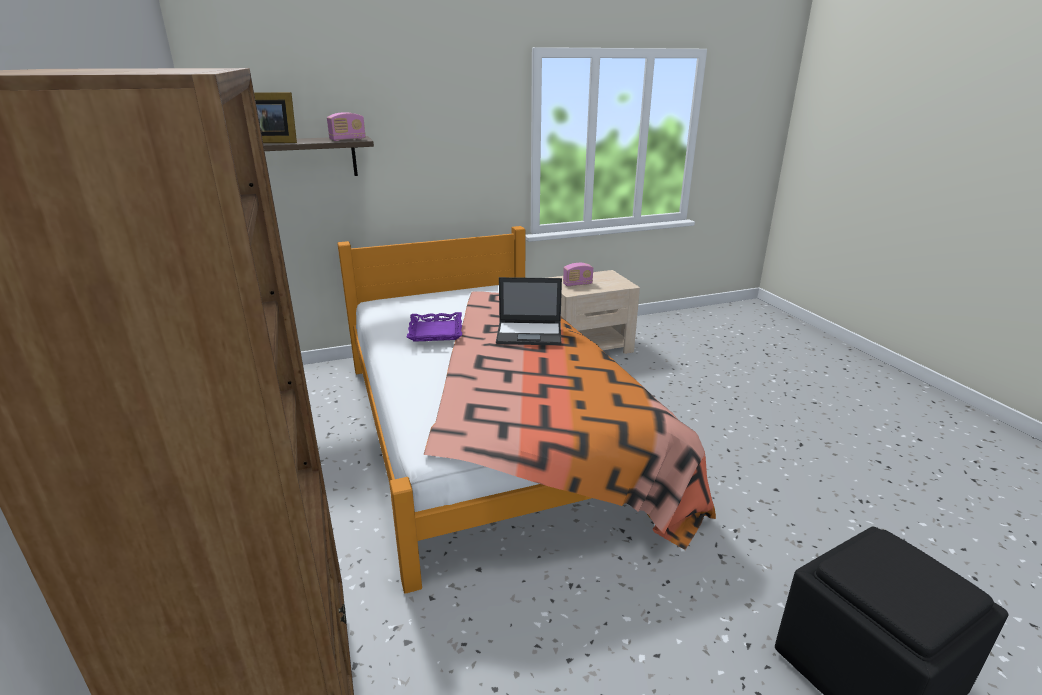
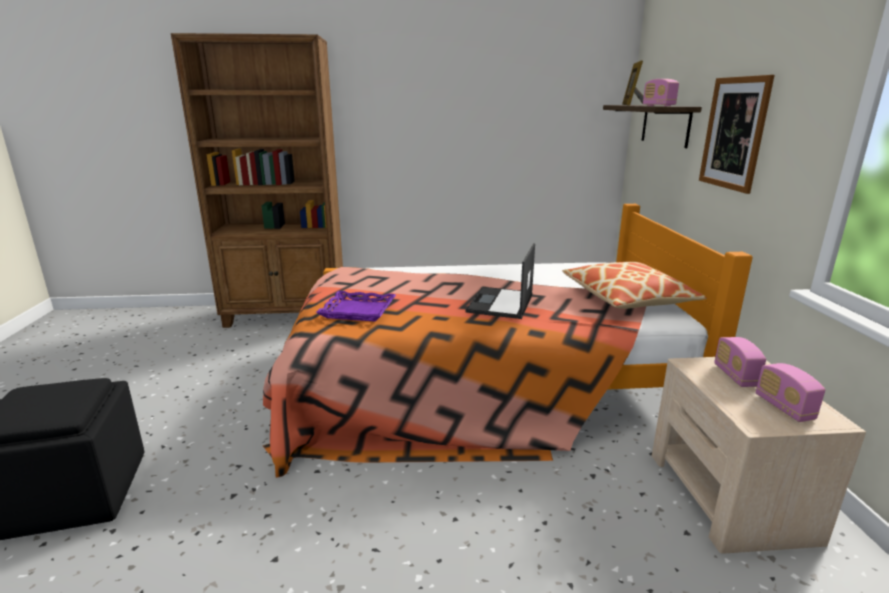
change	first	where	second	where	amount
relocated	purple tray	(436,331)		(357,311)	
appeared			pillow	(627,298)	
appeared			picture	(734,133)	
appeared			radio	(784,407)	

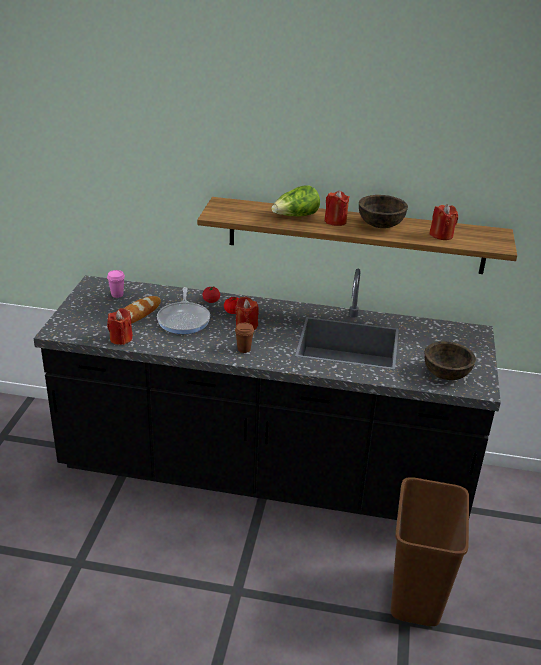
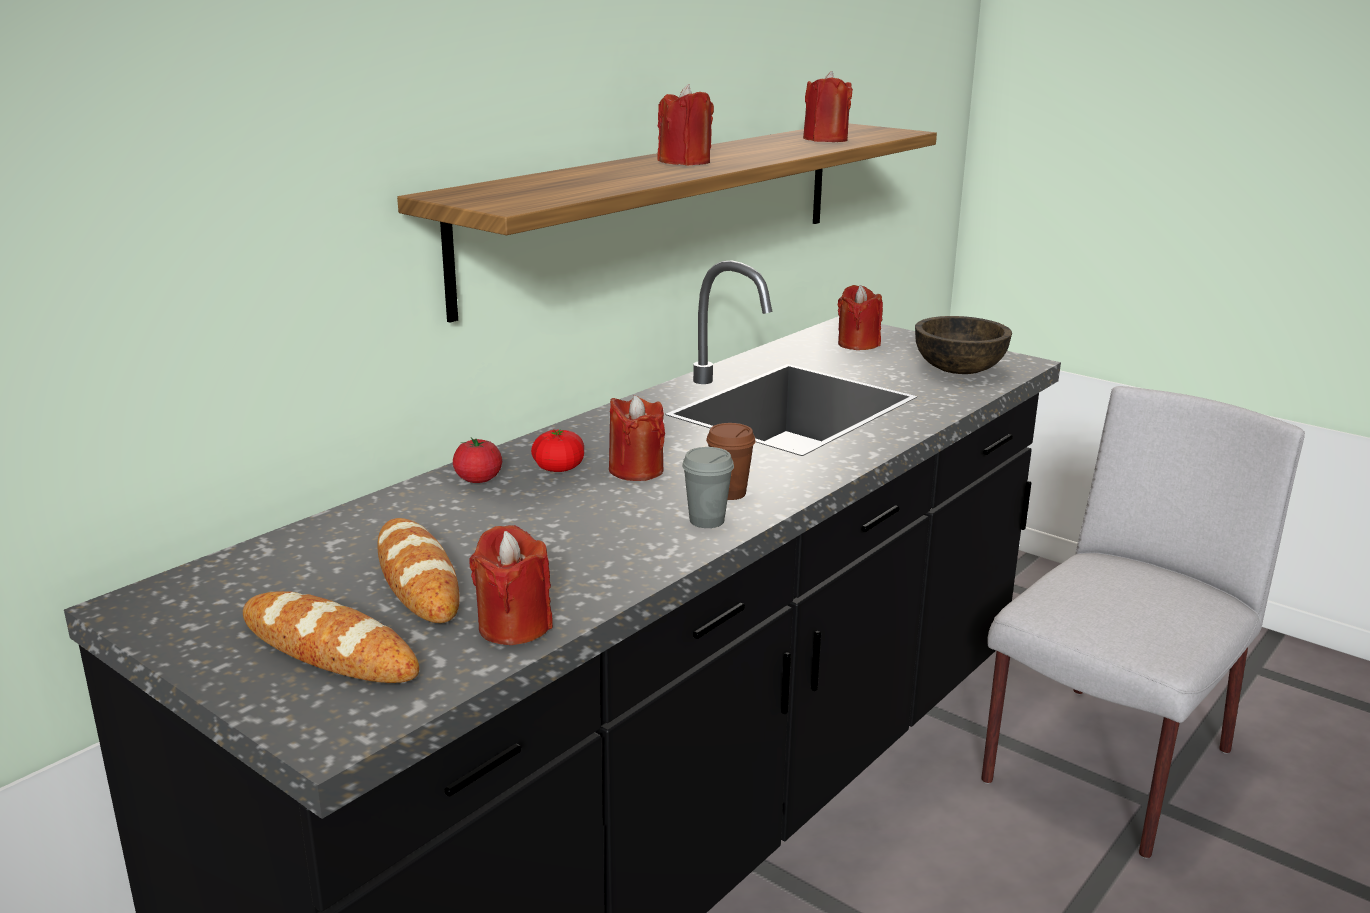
change	first	where	second	where	amount
appeared			bread	(328,649)	
appeared			grey cup	(707,521)	
appeared			red candle	(858,344)	
exchanged	brown trash can	(417,597)	grey chair	(1106,769)	
missing	pink cup	(117,294)			
missing	frying pan	(184,319)			
missing	lettuce	(296,216)			
missing	brown bowl	(380,225)			

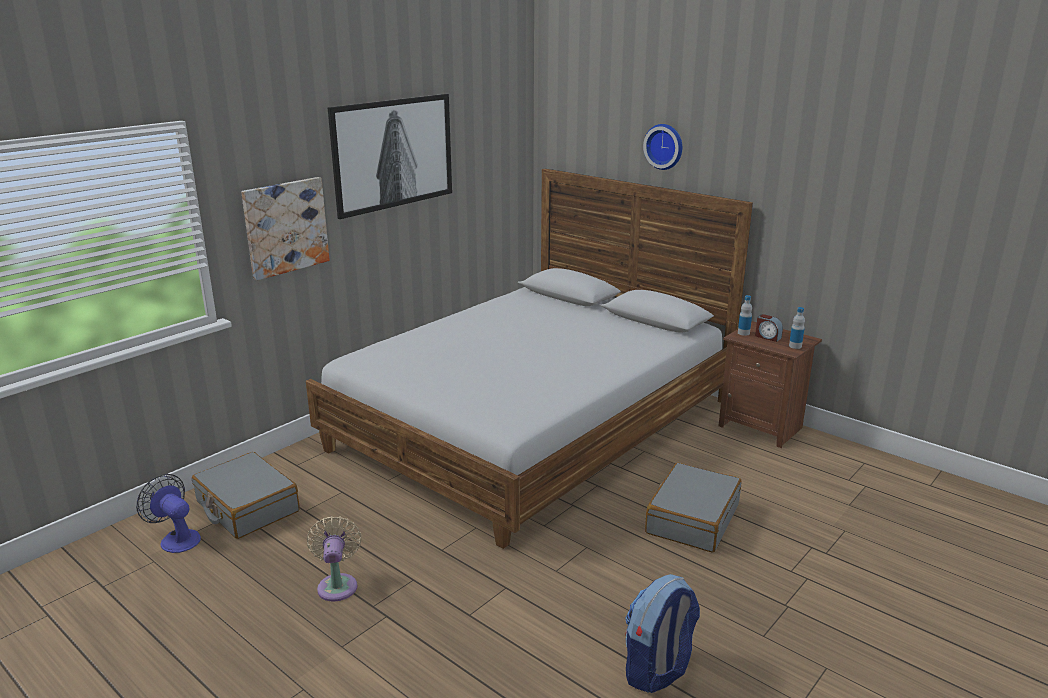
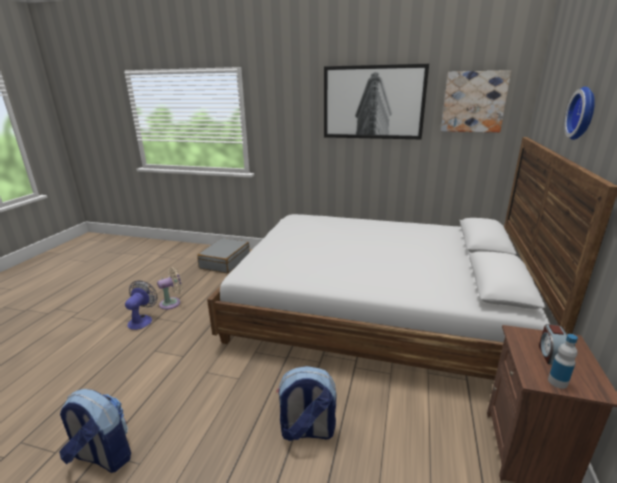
change	first	where	second	where	amount
relocated	fan	(176,538)		(142,319)	
exchanged	grey suitcase	(692,519)	backpack	(307,430)	
relocated	picture	(285,227)		(473,102)	
missing	bottle	(743,333)			

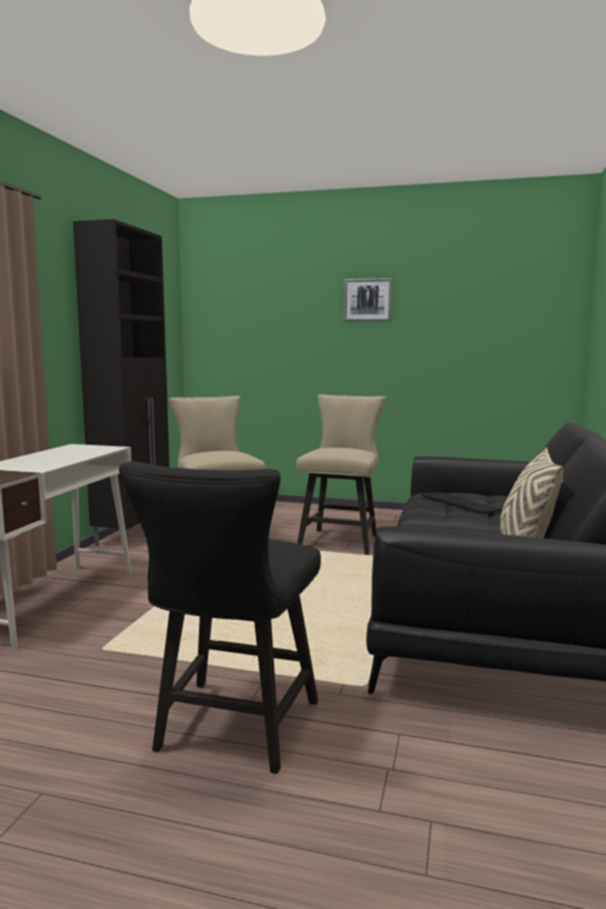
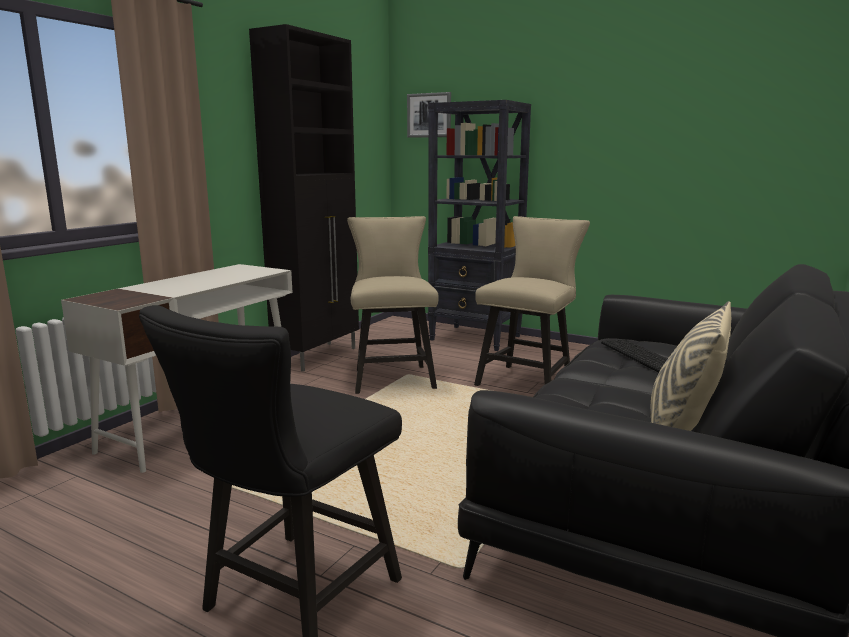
change	first	where	second	where	amount
relocated	picture	(367,300)		(429,115)	
appeared			black bookcase	(476,338)	

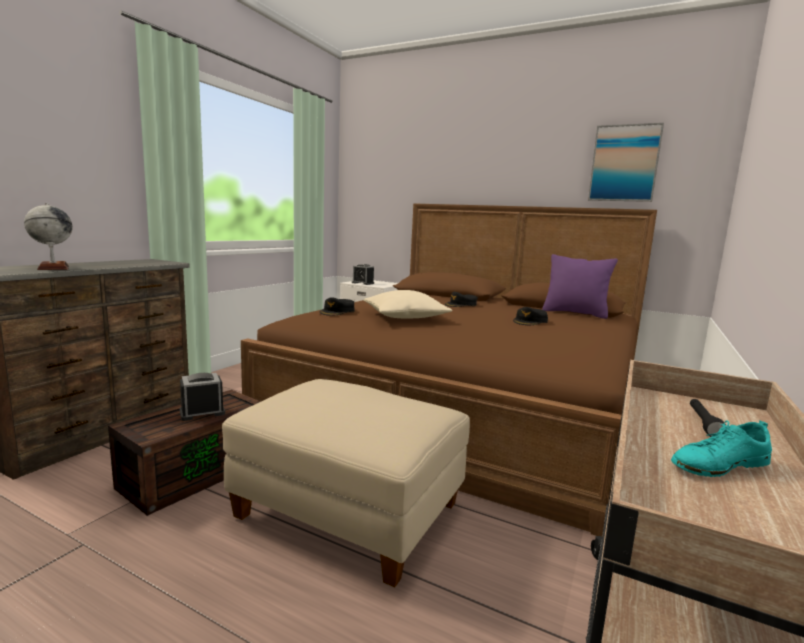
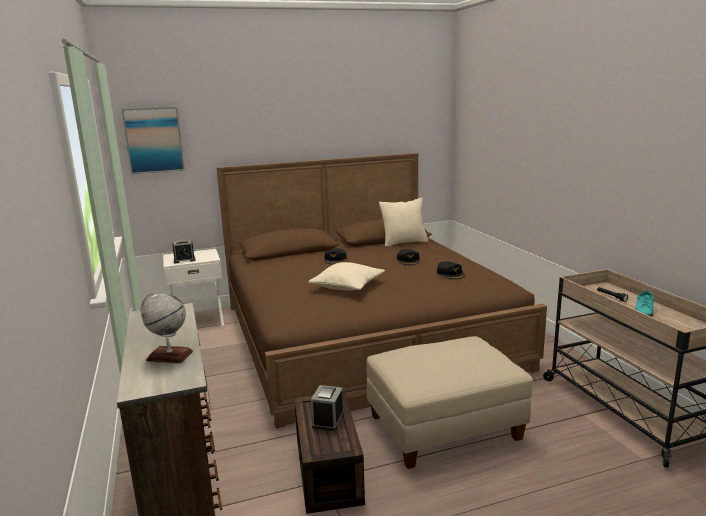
change	first	where	second	where	amount
relocated	picture	(624,163)		(154,140)	
colour	purple pillow	(575,313)	beige pillow	(404,242)	
relocated	black cap	(337,312)		(450,273)	

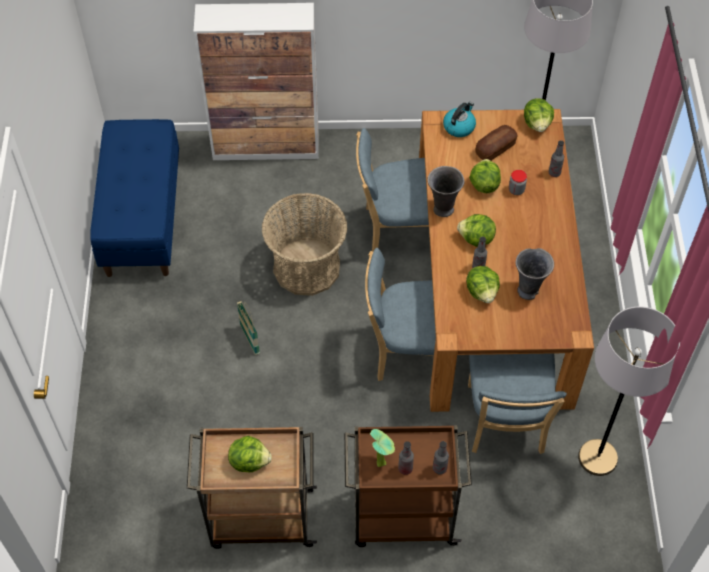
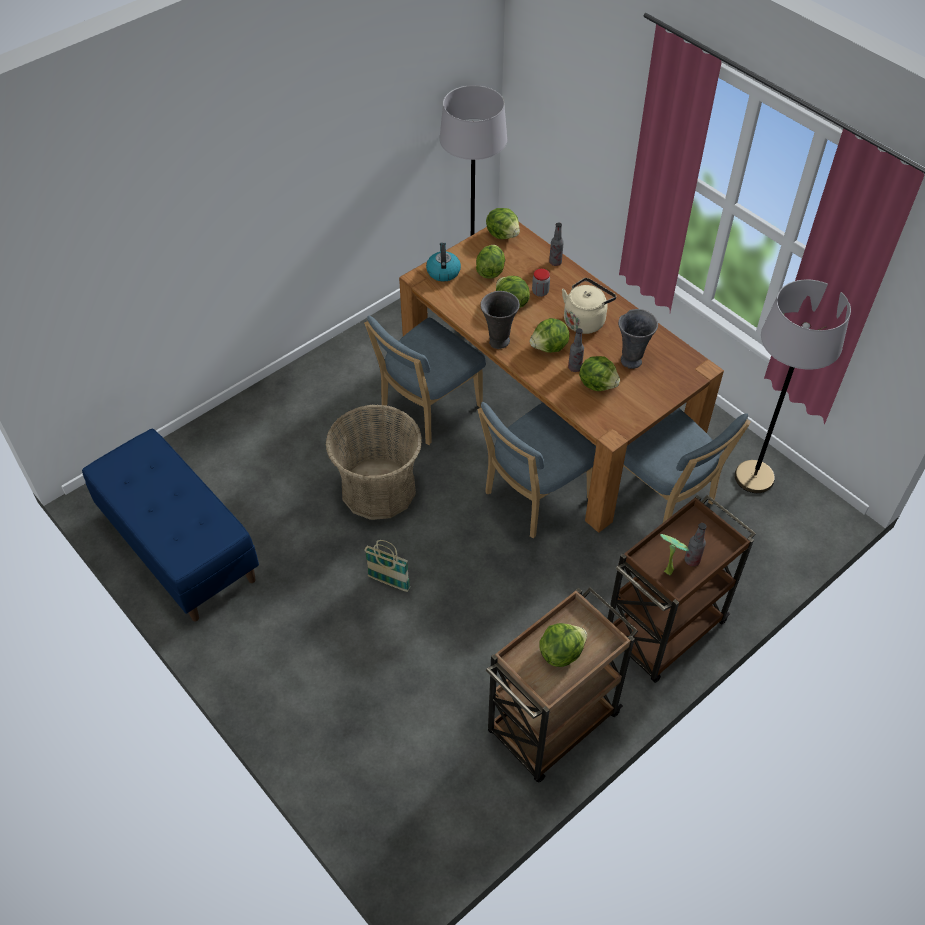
change	first	where	second	where	amount
exchanged	bread	(495,148)	lettuce	(490,271)	
appeared			beige kettle	(585,320)	
missing	cabinet	(266,146)			
missing	bottle	(439,468)			

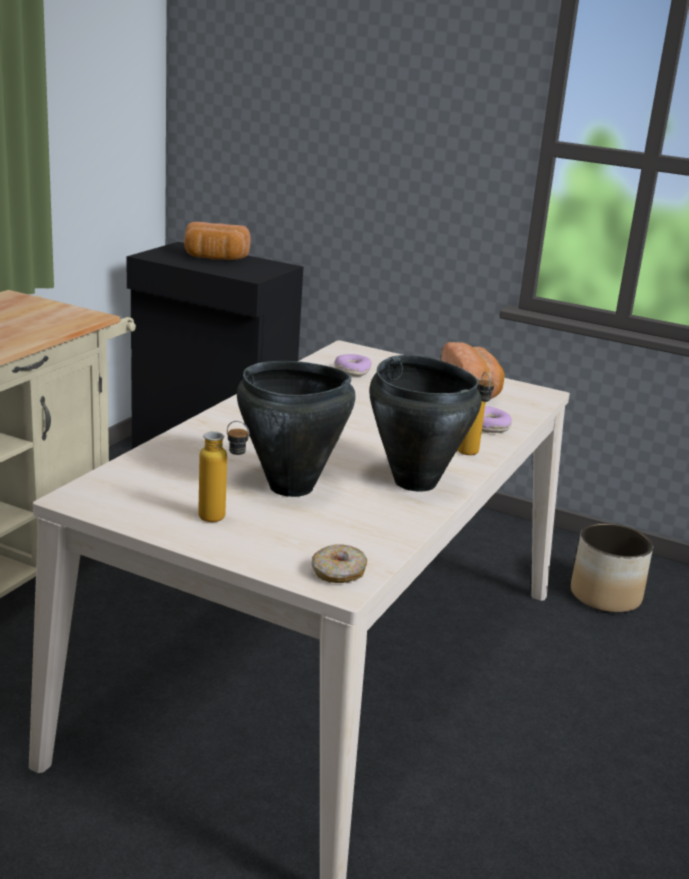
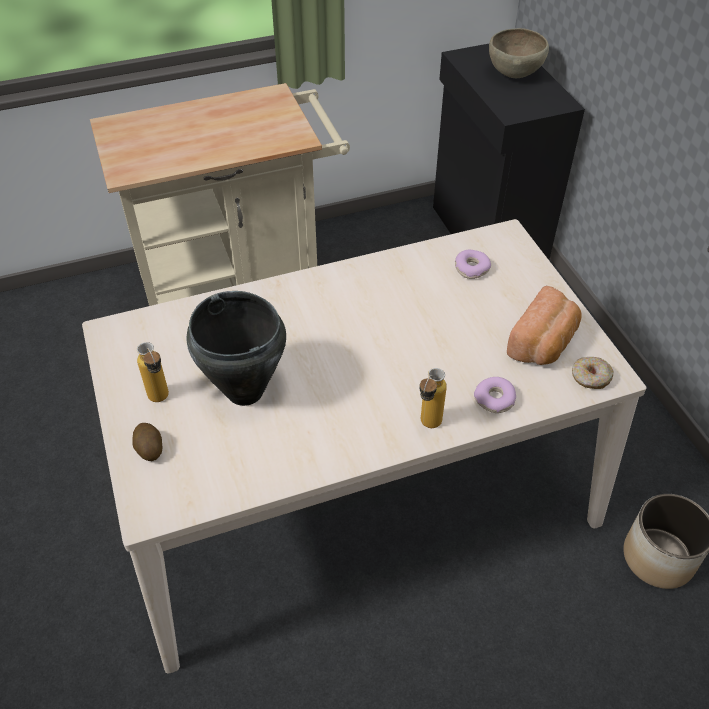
change	first	where	second	where	amount
appeared			potato	(149,448)	
exchanged	bread	(215,258)	brown bowl	(514,75)	
relocated	donut	(338,573)		(590,378)	
missing	black cooking pot	(415,481)			

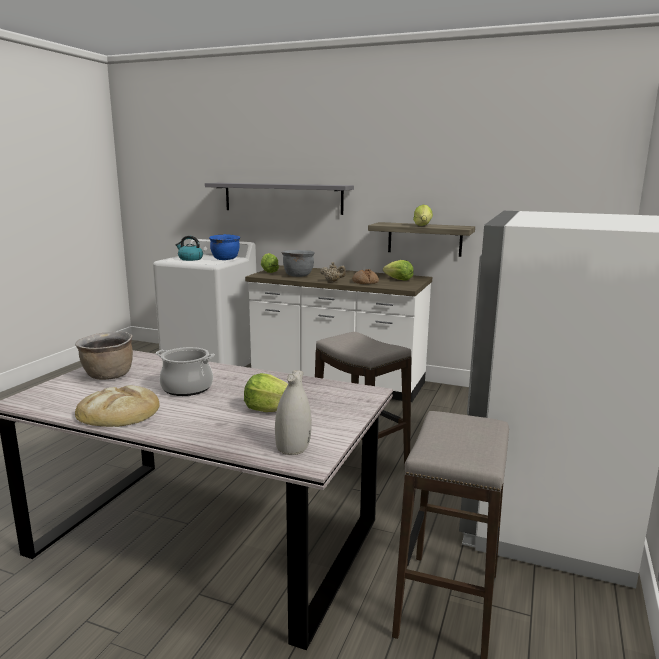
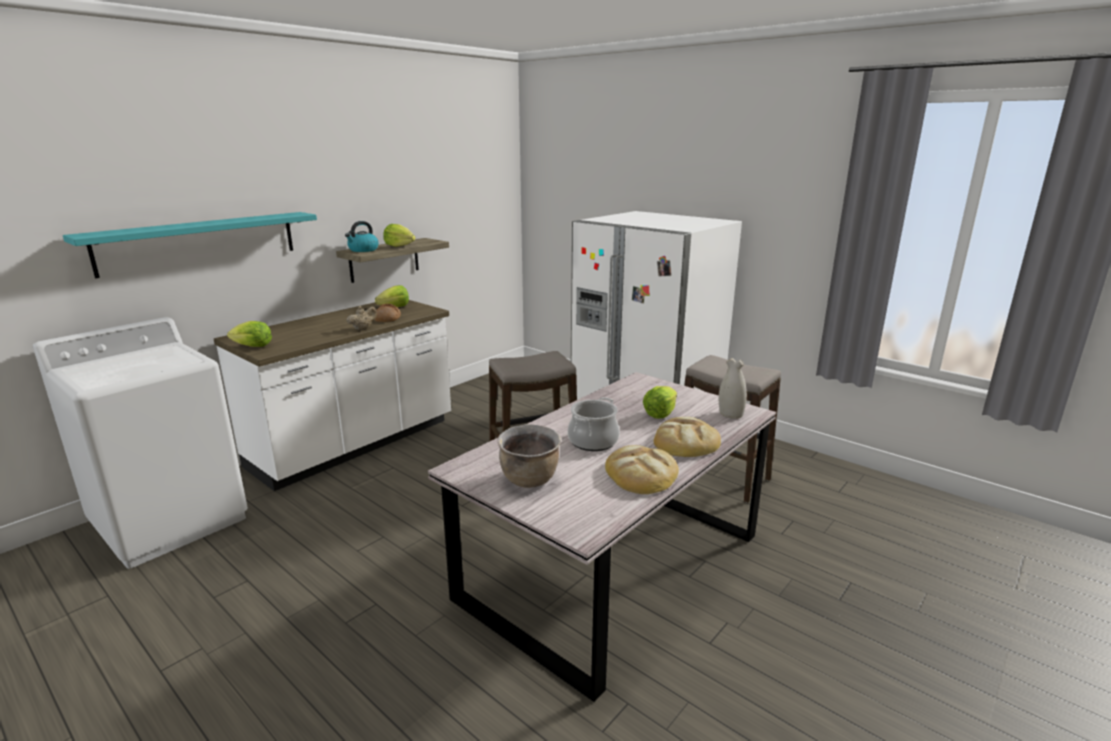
change	first	where	second	where	amount
colour	grey shelf	(282,198)	turquoise shelf	(200,242)	
relocated	kettle	(190,259)		(363,250)	
appeared			bread	(686,442)	
missing	blue cooking pot	(225,259)			
missing	grey cooking pot	(298,275)			

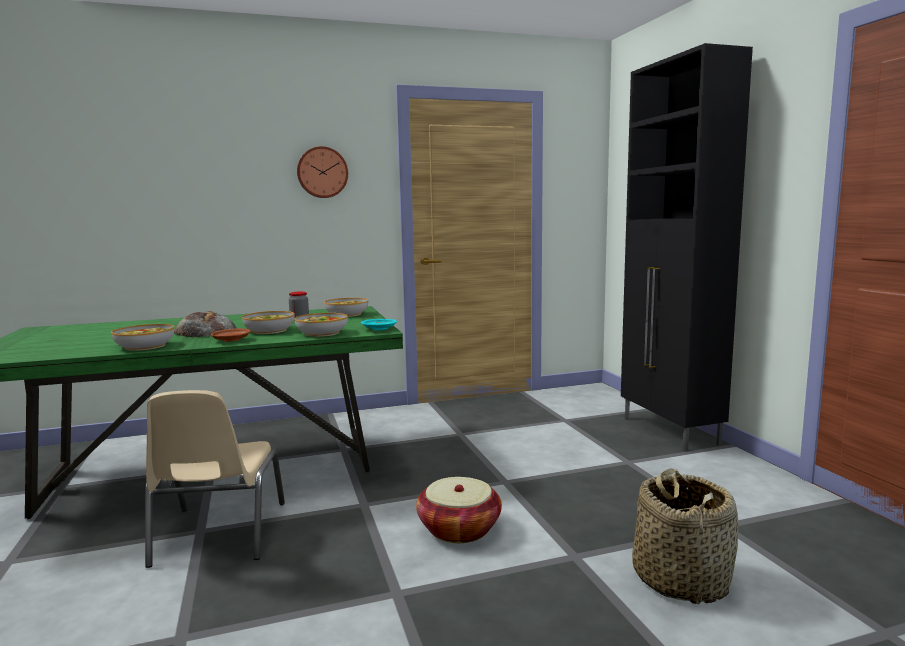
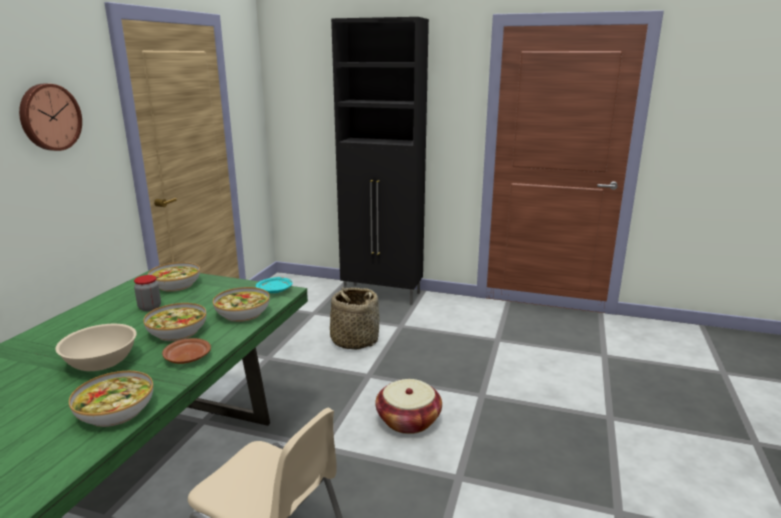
change	first	where	second	where	amount
exchanged	bread	(205,331)	beige bowl	(102,363)	
relocated	basket	(681,579)		(354,340)	

